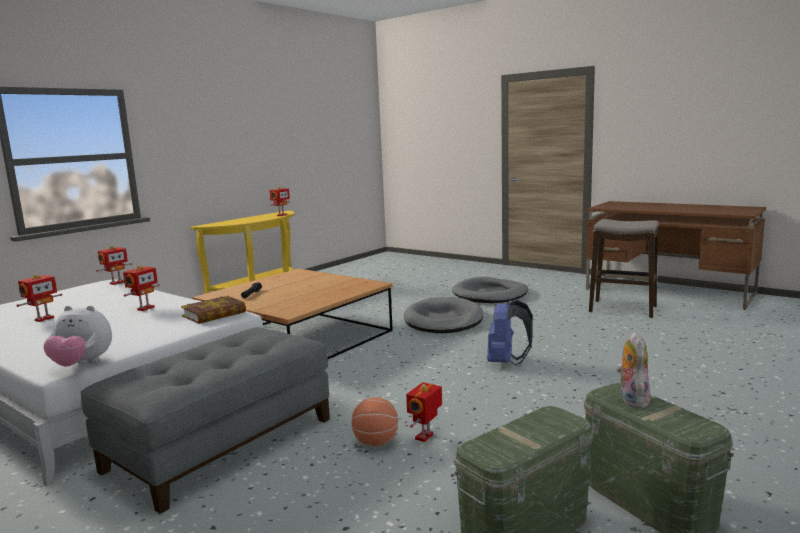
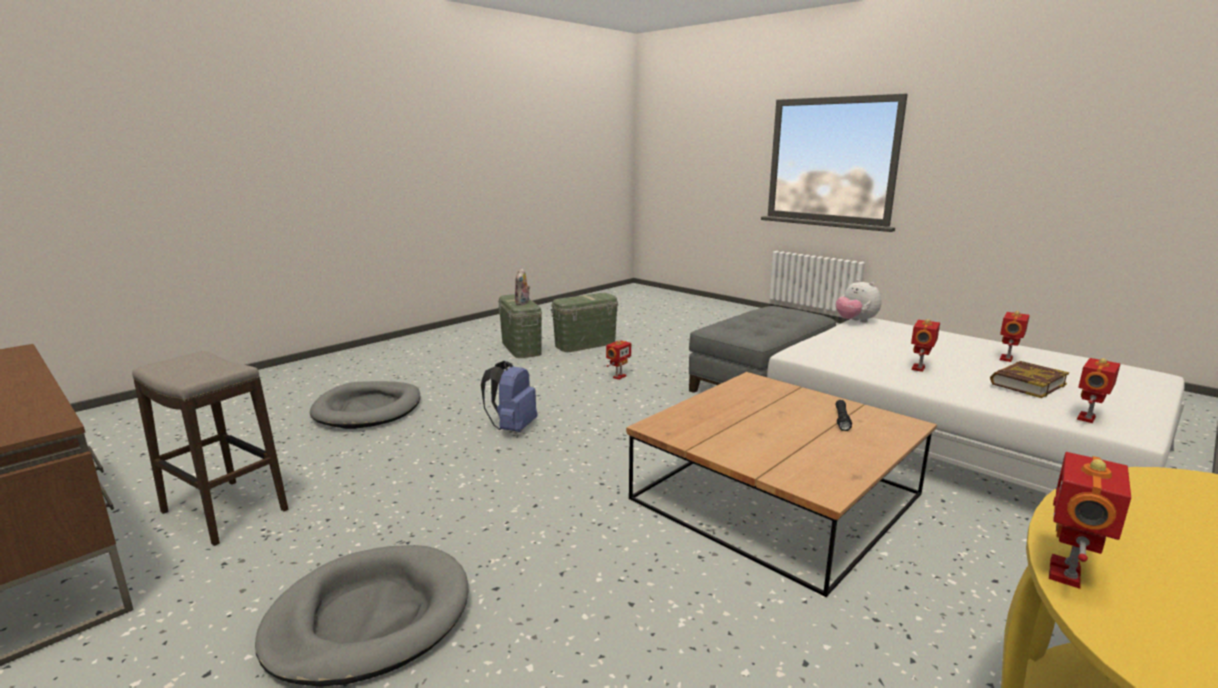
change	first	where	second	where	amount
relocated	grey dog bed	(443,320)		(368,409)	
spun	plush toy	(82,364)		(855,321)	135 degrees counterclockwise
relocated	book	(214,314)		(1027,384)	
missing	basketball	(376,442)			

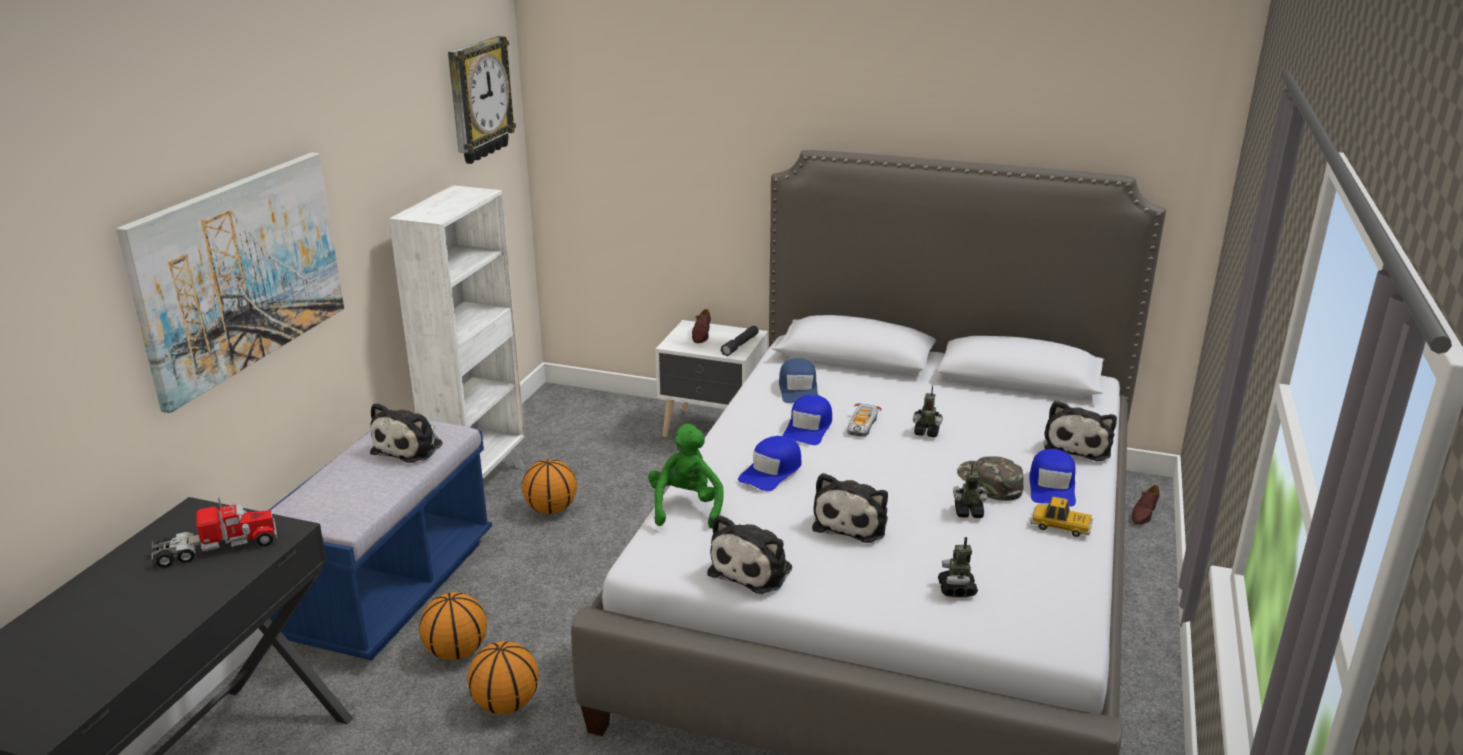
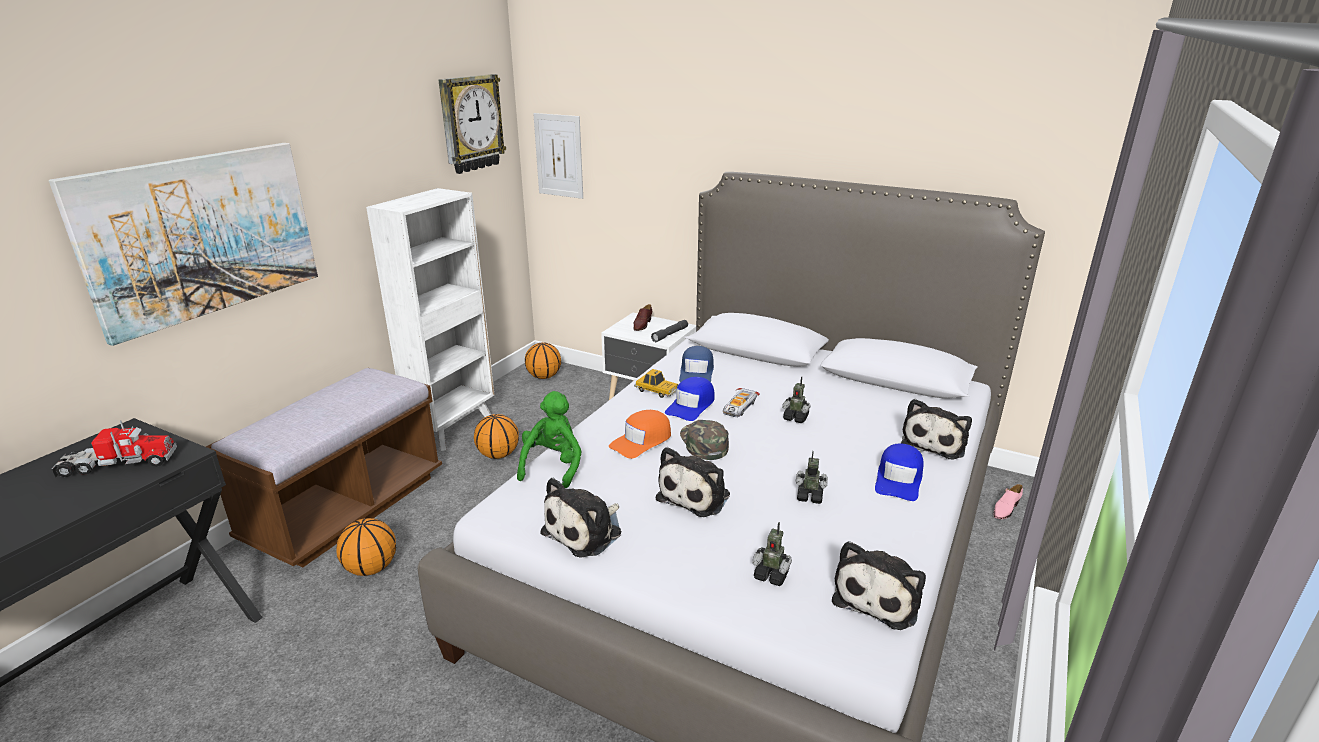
change	first	where	second	where	amount
colour	blue bench	(390,589)	brown bench	(346,508)	
relocated	basketball	(505,703)		(544,376)	
appeared			picture	(559,156)	
colour	blue cap	(771,471)	orange cap	(641,441)	
relocated	toy car	(1060,526)		(657,390)	
relocated	green cap	(989,483)		(703,443)	
spun	toy robot	(957,589)		(771,575)	75 degrees counterclockwise
relocated	plush toy	(410,447)		(878,596)	
colour	brown shoe	(1143,513)	pink shoe	(1005,509)	

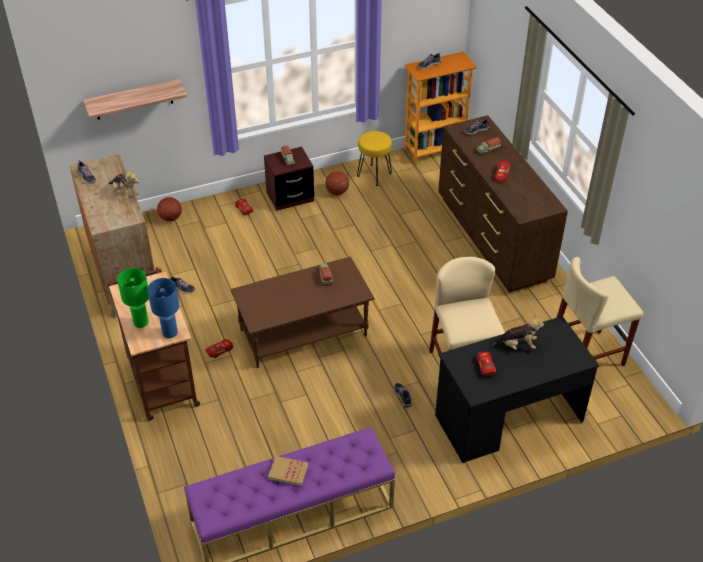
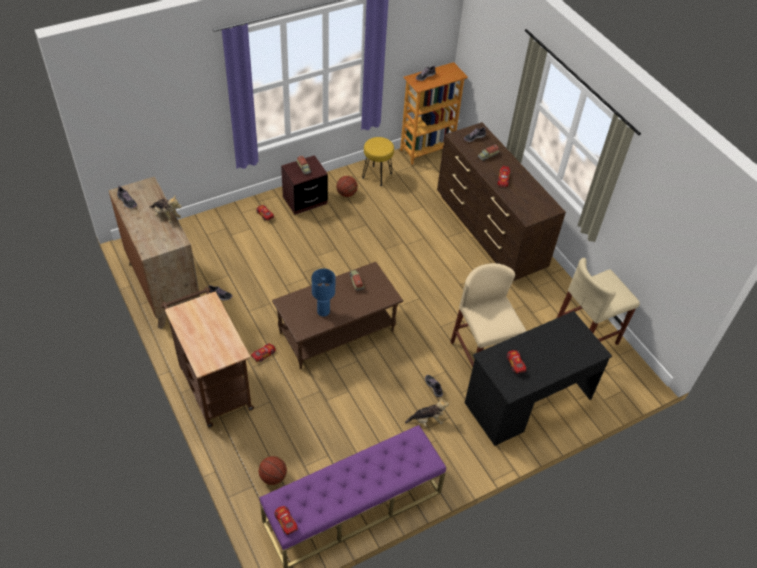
change	first	where	second	where	amount
relocated	basketball	(171,218)		(273,477)	
appeared			toy car	(286,521)	
relocated	blue table lamp	(169,333)		(323,311)	
relocated	plush toy	(517,345)		(427,420)	
missing	shelf	(133,100)			
missing	green table lamp	(141,323)			
missing	book	(288,472)			

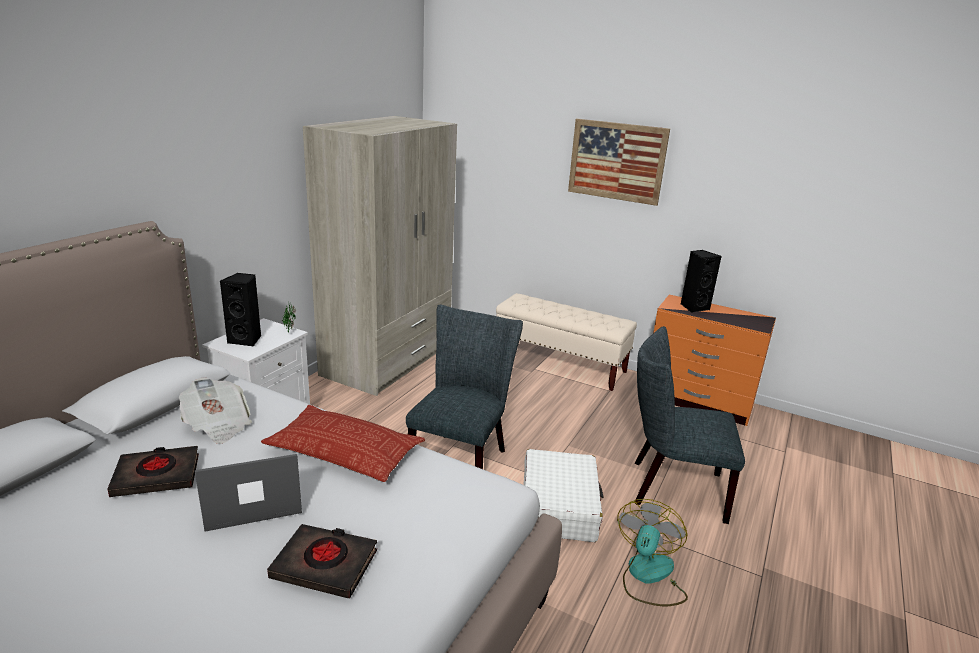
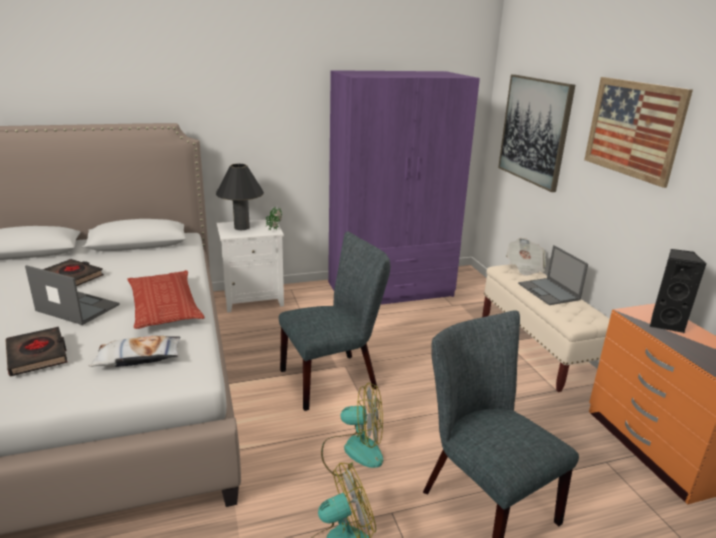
change	first	where	second	where	amount
appeared			pillow	(138,357)	
exchanged	black speaker	(246,340)	black table lamp	(242,227)	
exchanged	white suitcase	(558,506)	fan	(353,451)	
colour	beige wardrobe	(388,360)	purple wardrobe	(391,289)	
appeared			picture	(534,130)	
relocated	newspaper	(217,425)		(524,267)	
appeared			laptop	(549,292)	

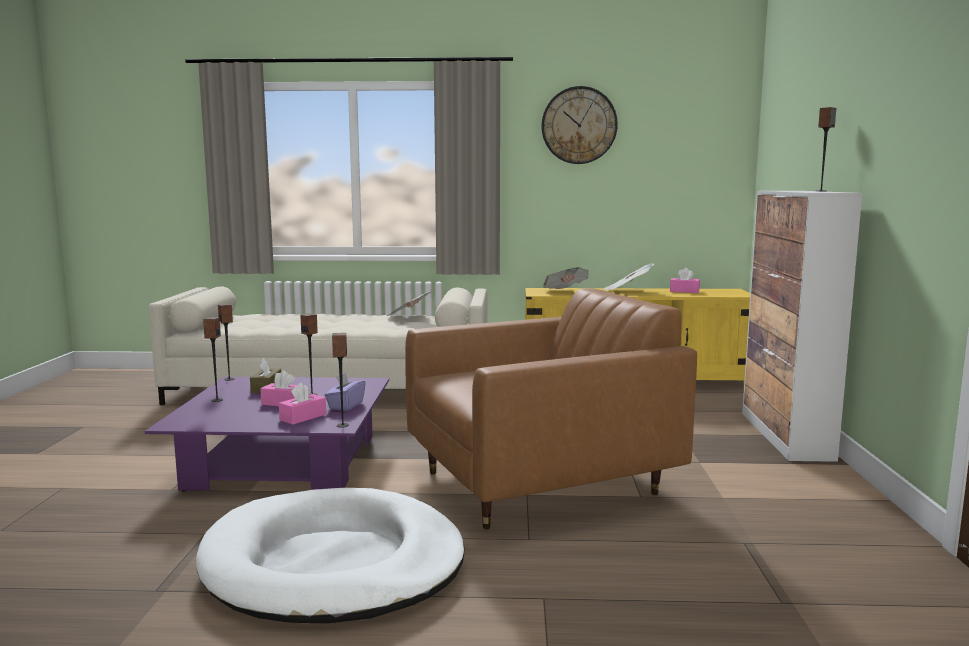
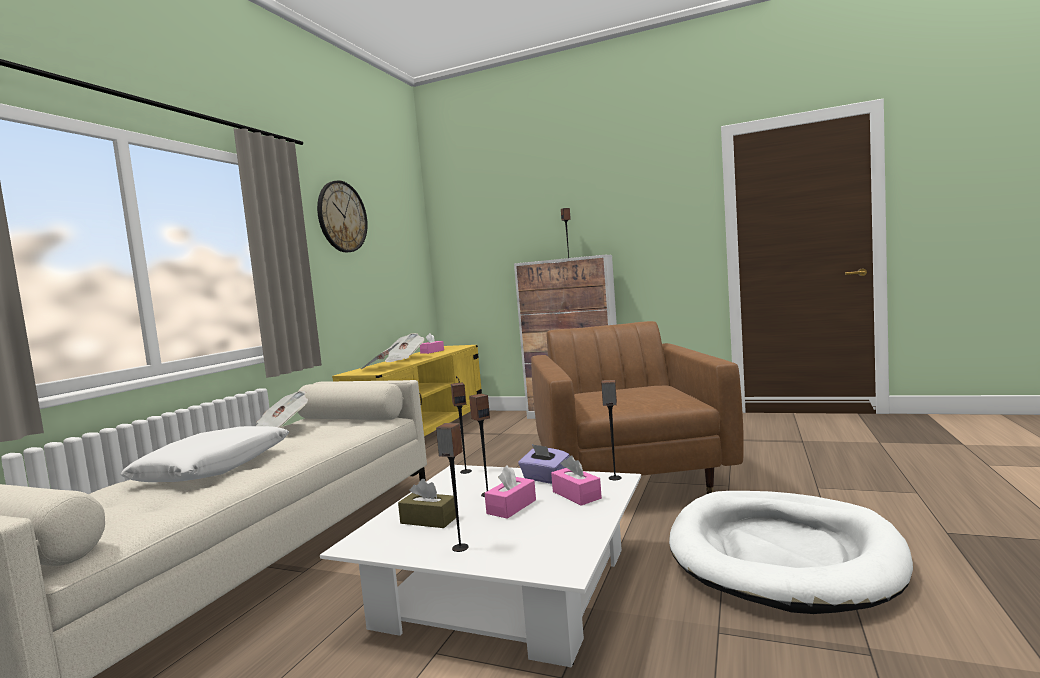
change	first	where	second	where	amount
appeared			white pillow	(214,468)	
colour	purple coffee table	(285,461)	white coffee table	(505,586)	
relocated	speaker	(229,379)		(465,471)	

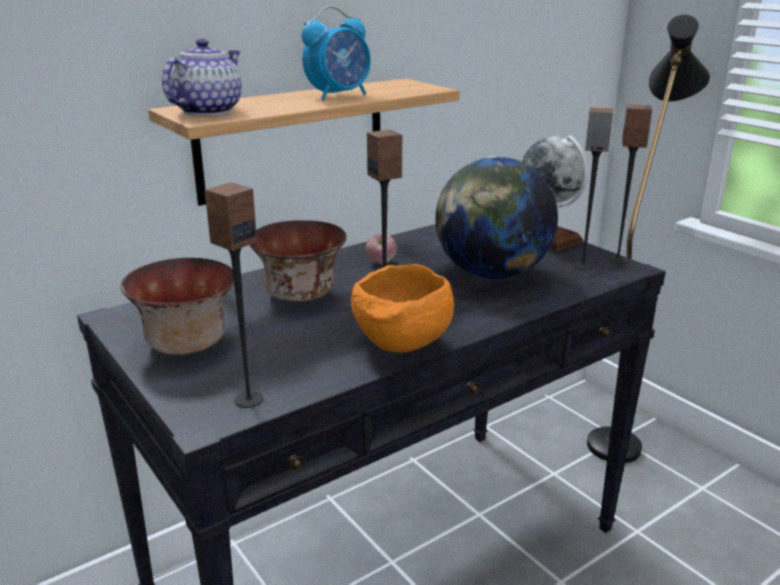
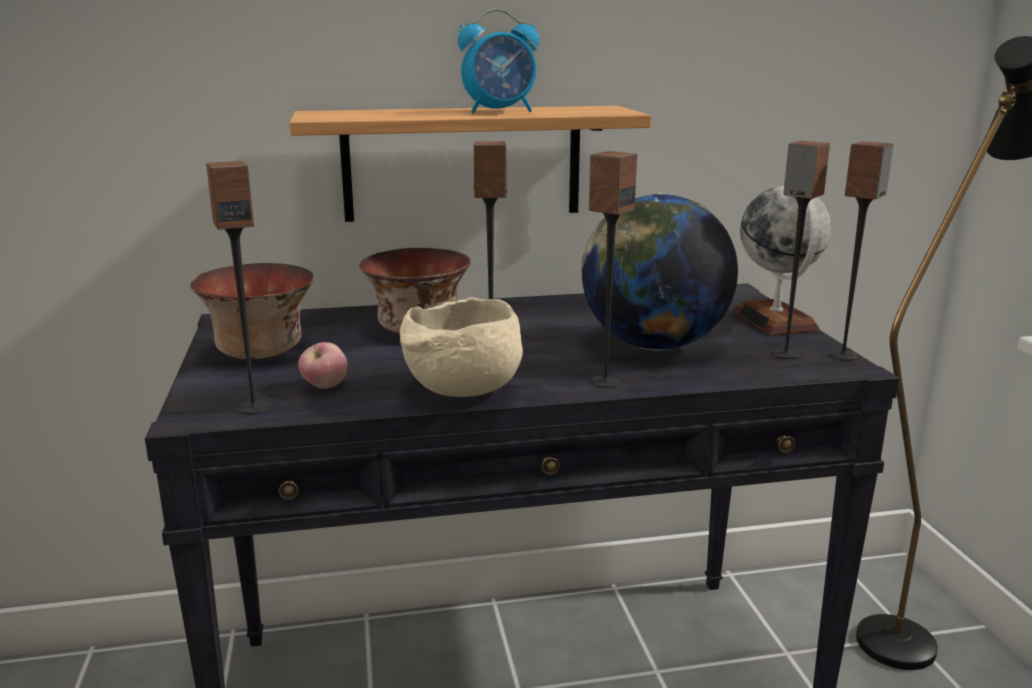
change	first	where	second	where	amount
relocated	apple	(381,263)		(325,387)	
colour	orange bowl	(402,346)	beige bowl	(462,392)	
appeared			speaker	(605,382)	
missing	teapot	(207,111)			

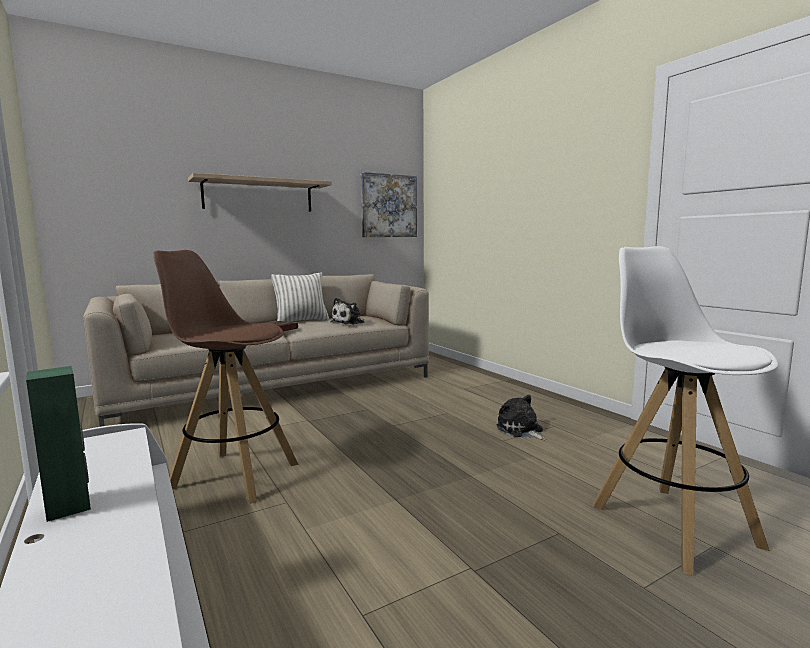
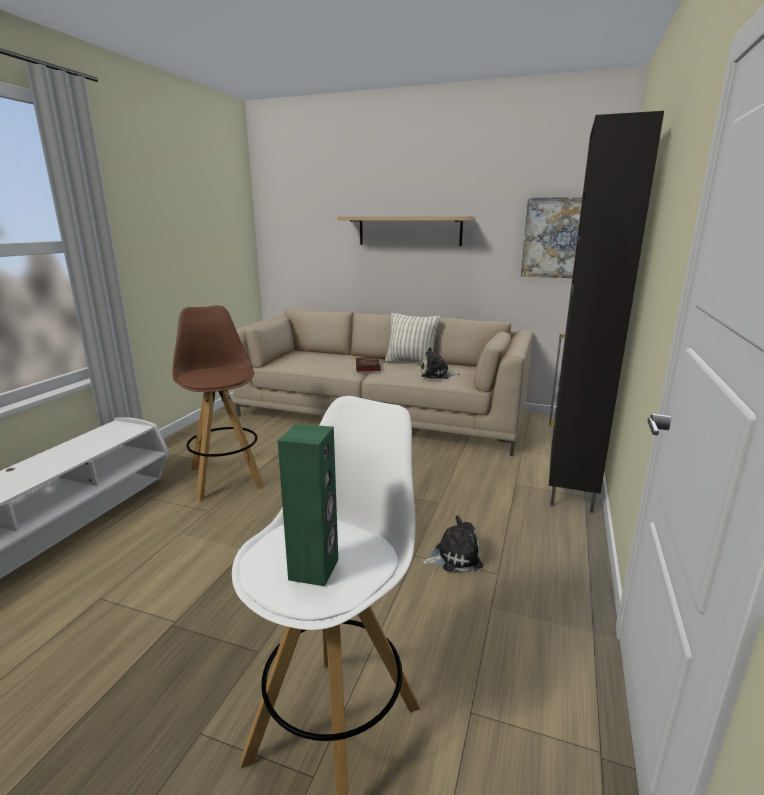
change	first	where	second	where	amount
relocated	green speaker	(69,506)		(314,569)	
spun	plush toy	(521,430)		(454,557)	60 degrees clockwise
appeared			black cabinet	(570,486)	

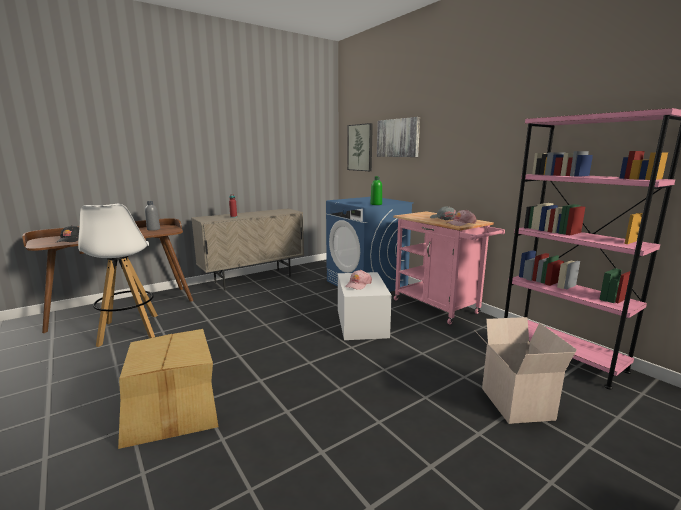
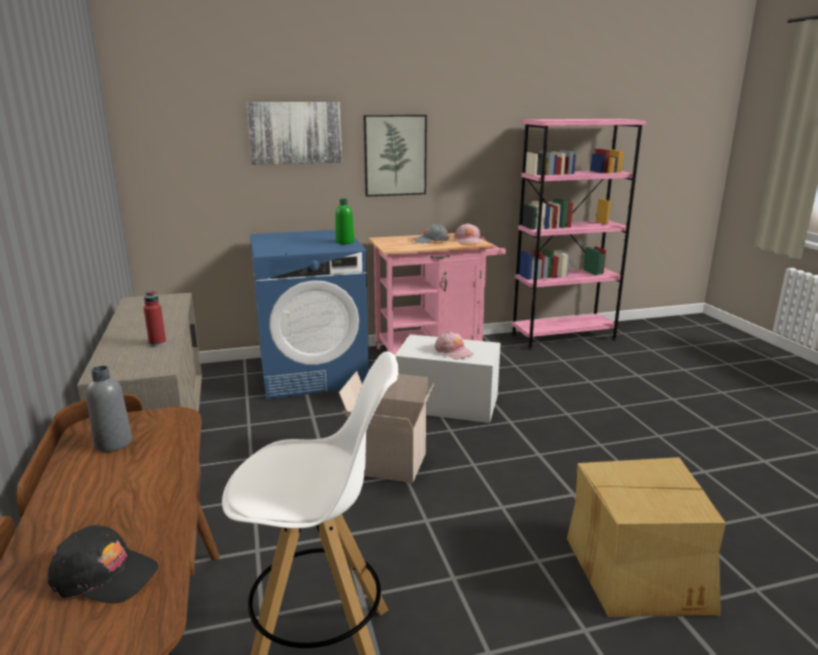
change	first	where	second	where	amount
relocated	cardboard box	(514,403)		(387,465)	
relocated	picture	(360,147)		(395,155)	

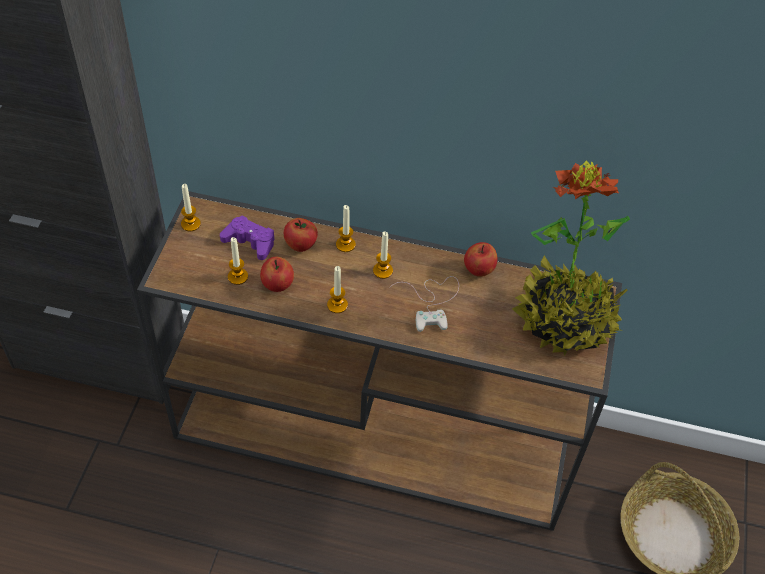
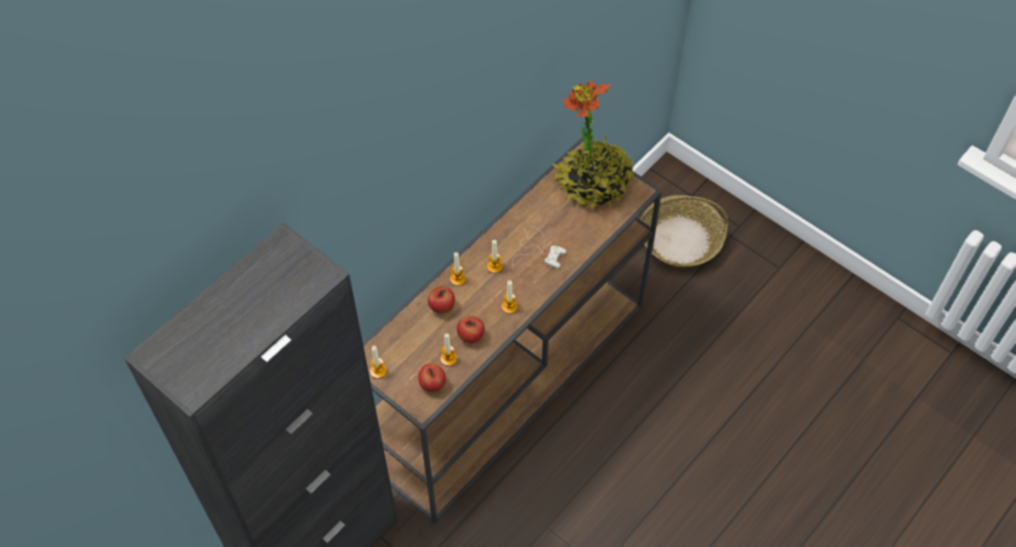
change	first	where	second	where	amount
relocated	apple	(478,270)		(432,384)	
missing	purple game controller	(250,242)			

